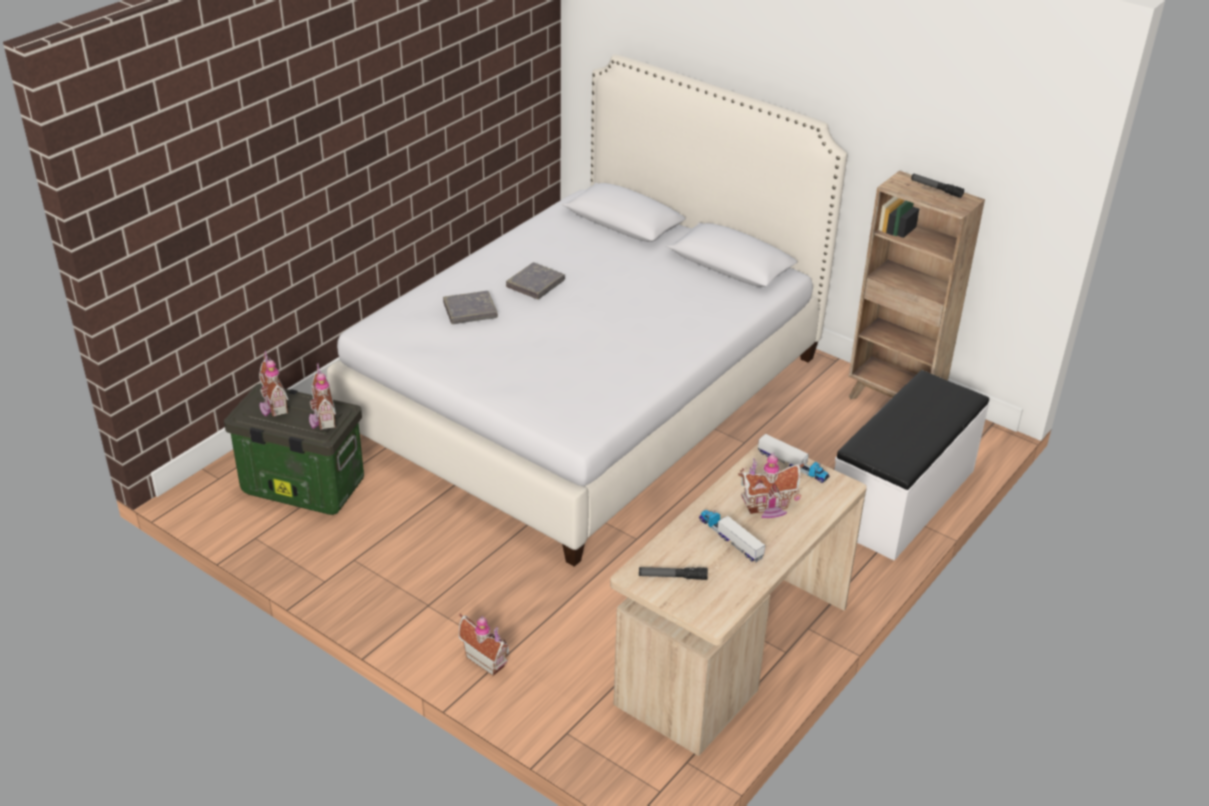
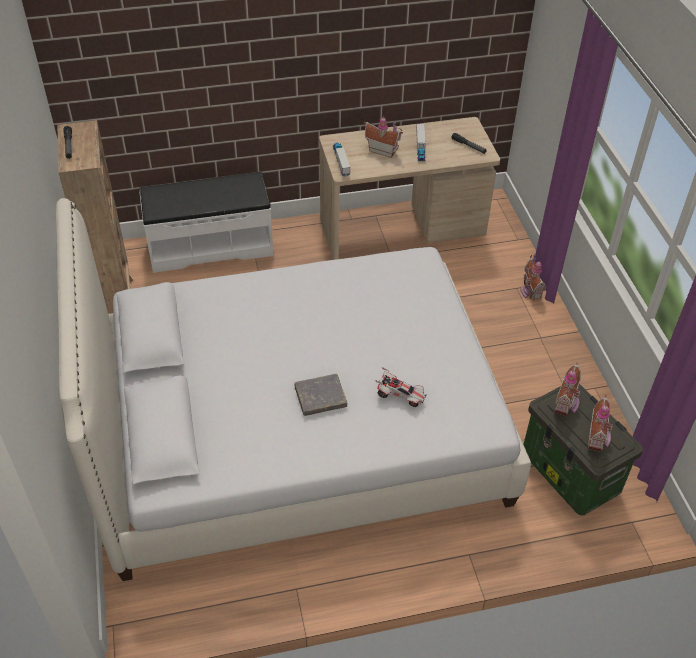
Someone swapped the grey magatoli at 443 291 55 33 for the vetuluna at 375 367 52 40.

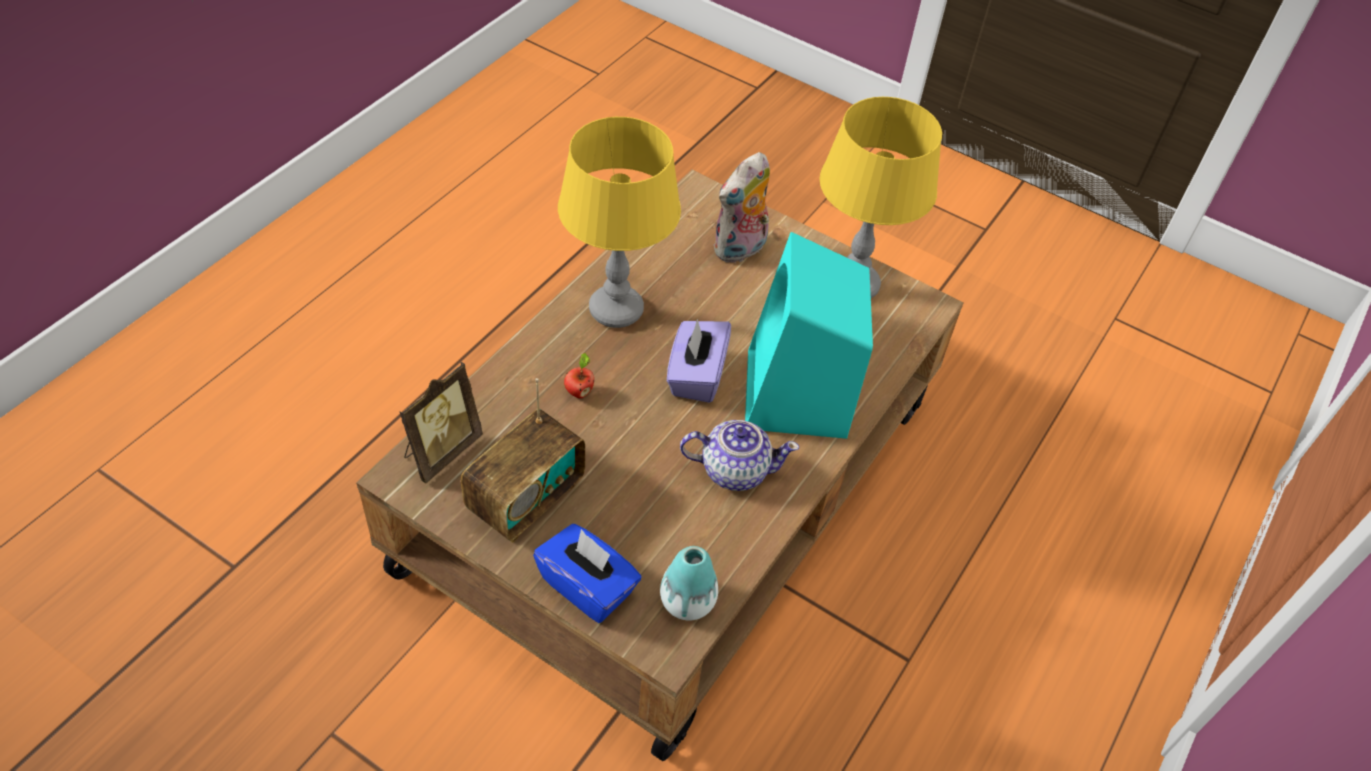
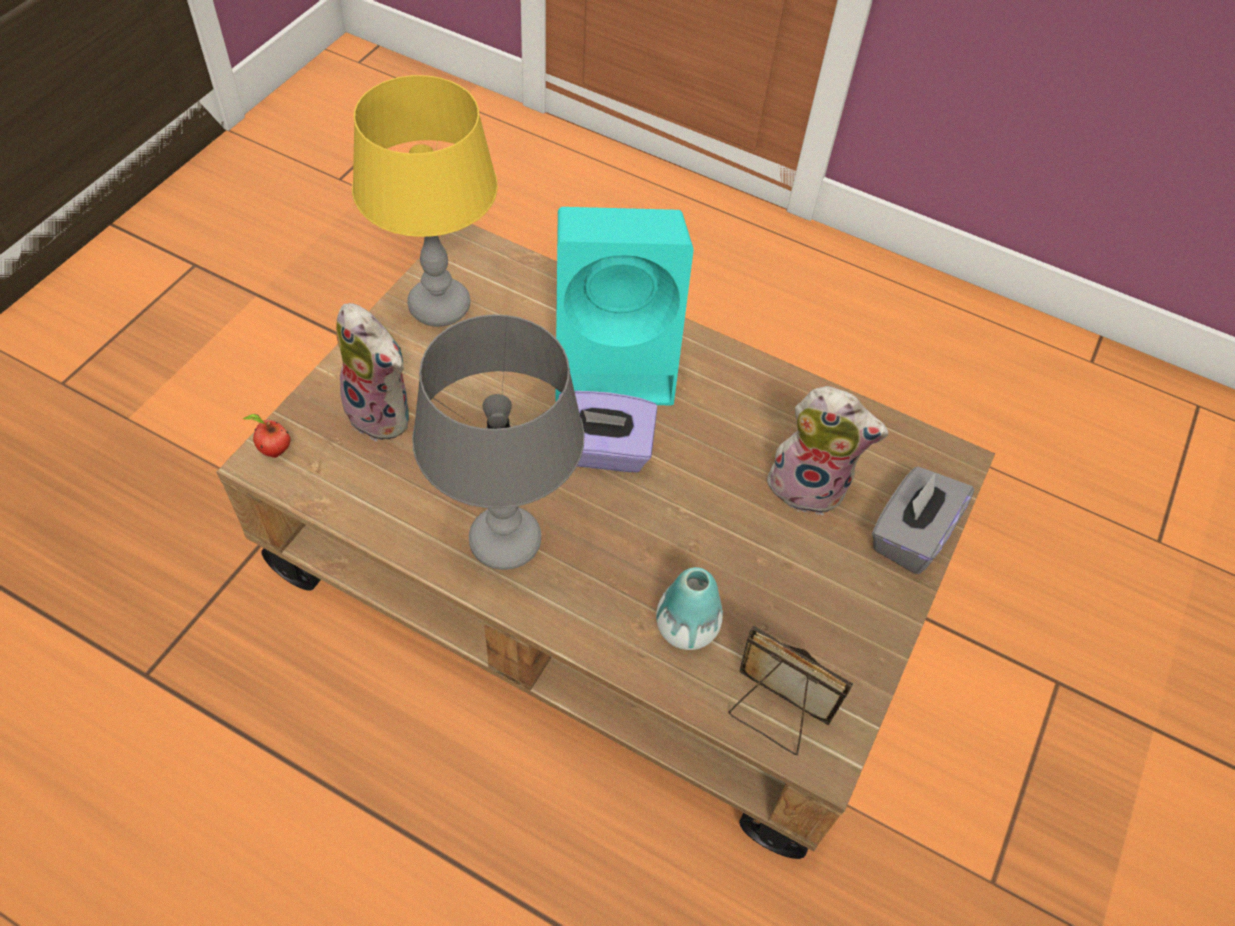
Someone carried the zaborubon from 564 353 30 45 to 242 414 48 44.
Someone repainted the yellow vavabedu at 558 117 123 211, which became the grey vavabedu at 412 314 172 256.
Someone carried the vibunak from 660 546 58 75 to 656 567 67 83.
Someone put down the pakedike at 767 386 122 129.
Someone repainted the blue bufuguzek at 533 524 108 99, which became the grey bufuguzek at 872 467 102 107.
Someone took away the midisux at 461 378 124 165.
Someone took away the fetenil at 680 420 119 71.

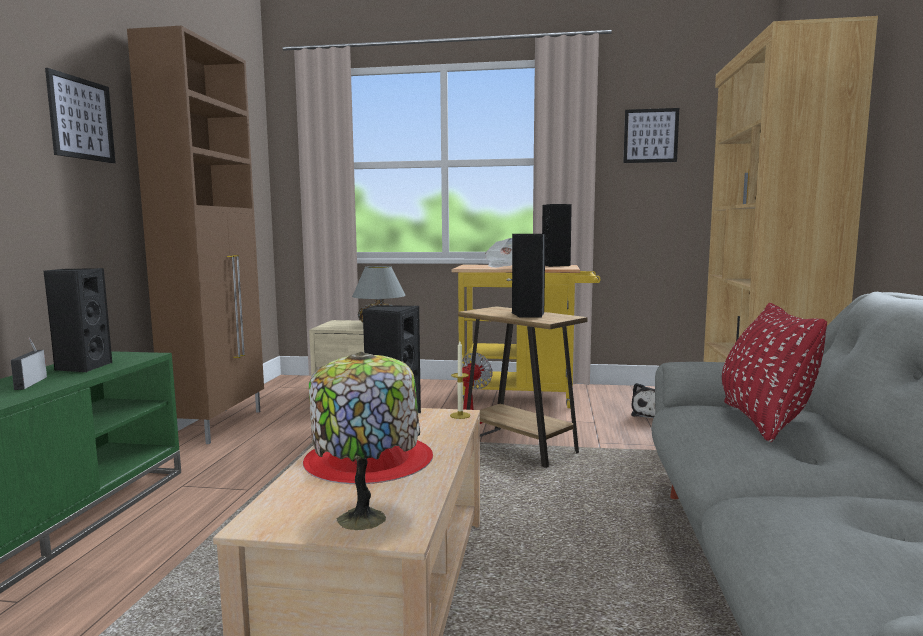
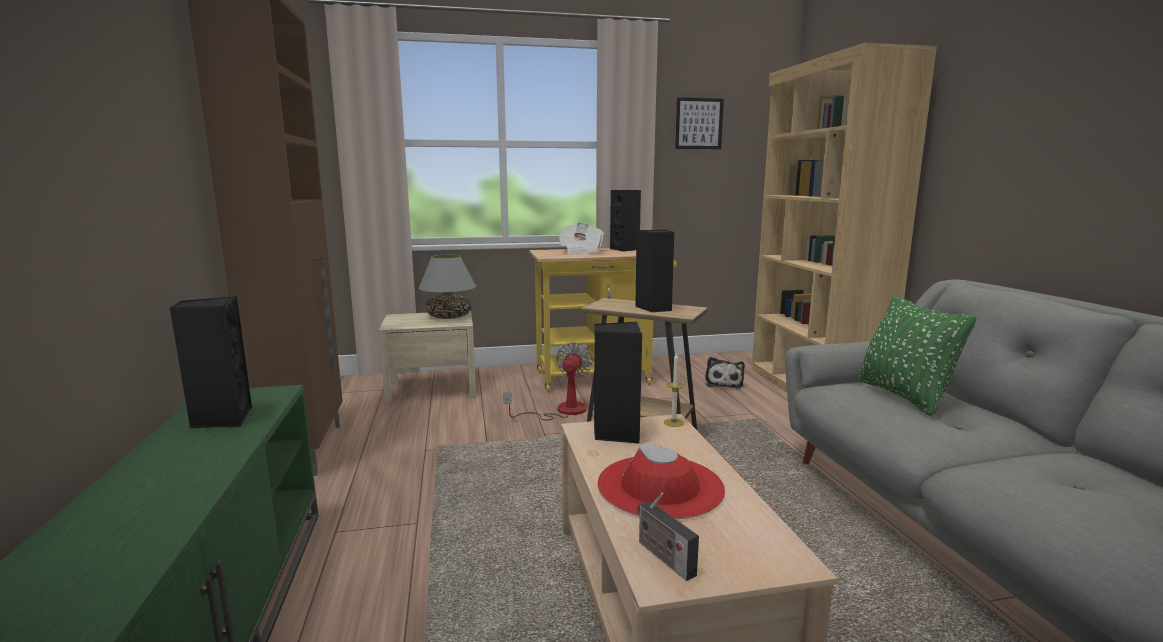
Someone carried the midisux from 11 338 36 52 to 638 493 61 88.
Someone repainted the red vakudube at 722 303 105 139, which became the green vakudube at 857 296 120 120.
Someone took away the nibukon at 45 68 71 95.
Someone took away the vavabedu at 309 352 111 178.

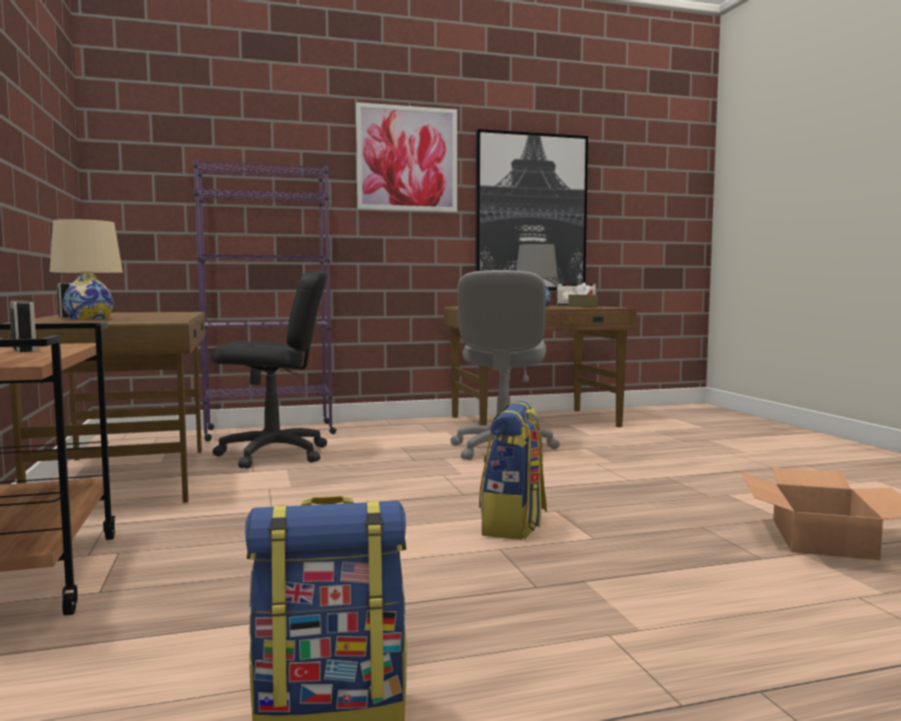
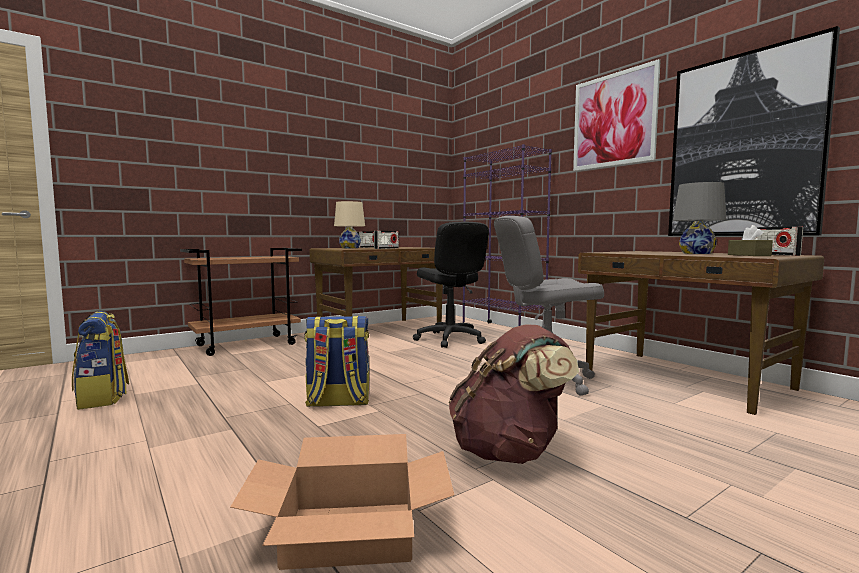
Someone carried the midisux from 9 301 28 51 to 374 231 25 18.
Someone put down the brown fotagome at 449 324 130 140.

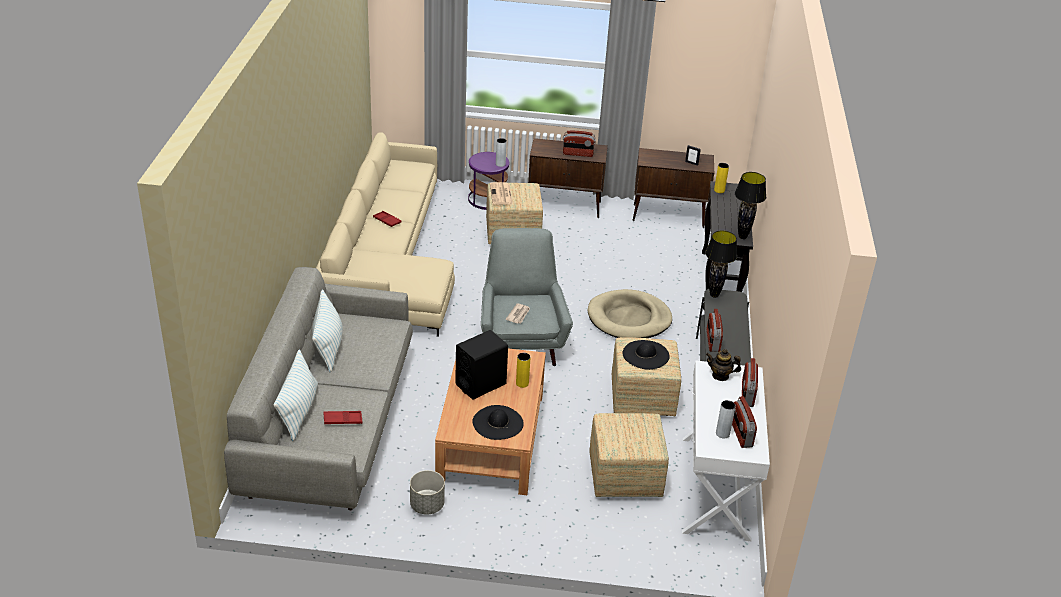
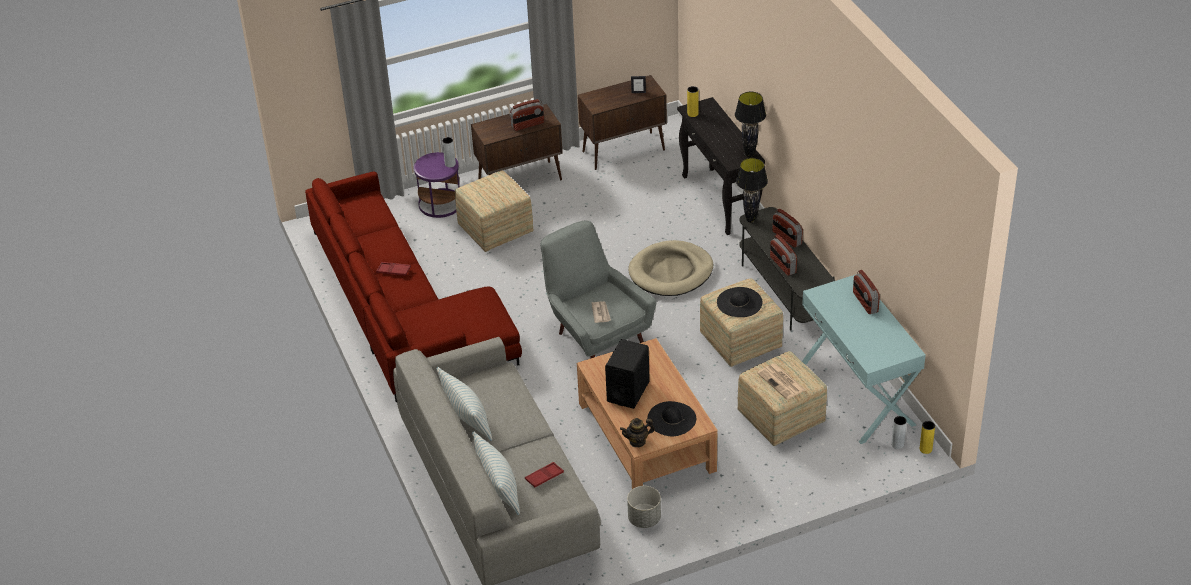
Someone repainted the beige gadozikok at 316 132 139 205, which became the red gadozikok at 305 171 217 231.
Someone carried the fetenil from 706 349 35 32 to 620 418 35 29.
Someone carried the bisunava from 490 182 23 23 to 757 363 48 37.
Someone carried the midisux from 732 396 25 52 to 772 209 31 39.
Someone repainted the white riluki at 682 361 88 180, which became the turquoise riluki at 802 275 124 169.
Someone carried the grey vibunak from 716 400 20 38 to 891 416 16 33.
Someone carried the yellow vibunak from 516 353 15 35 to 920 421 15 33.

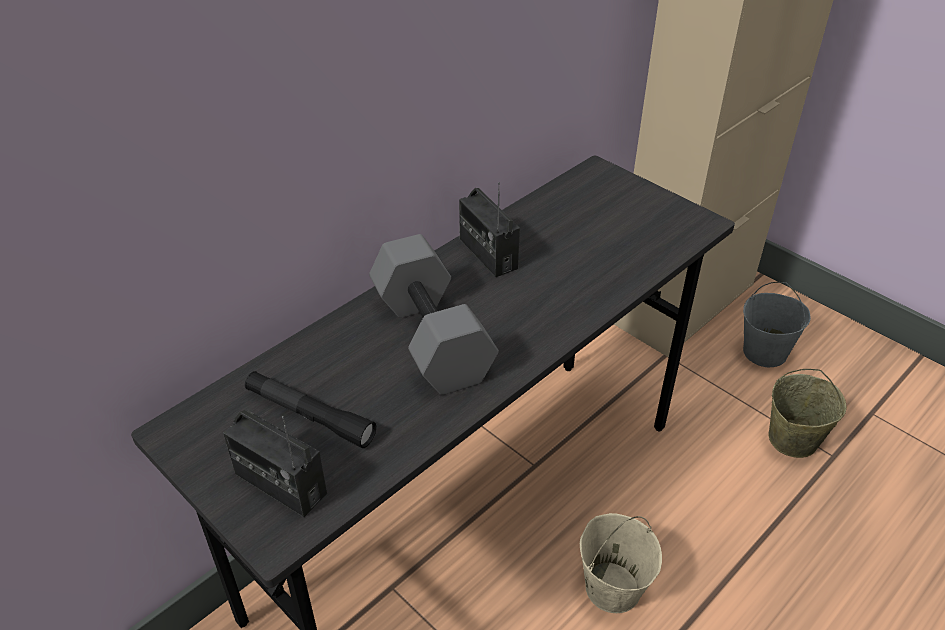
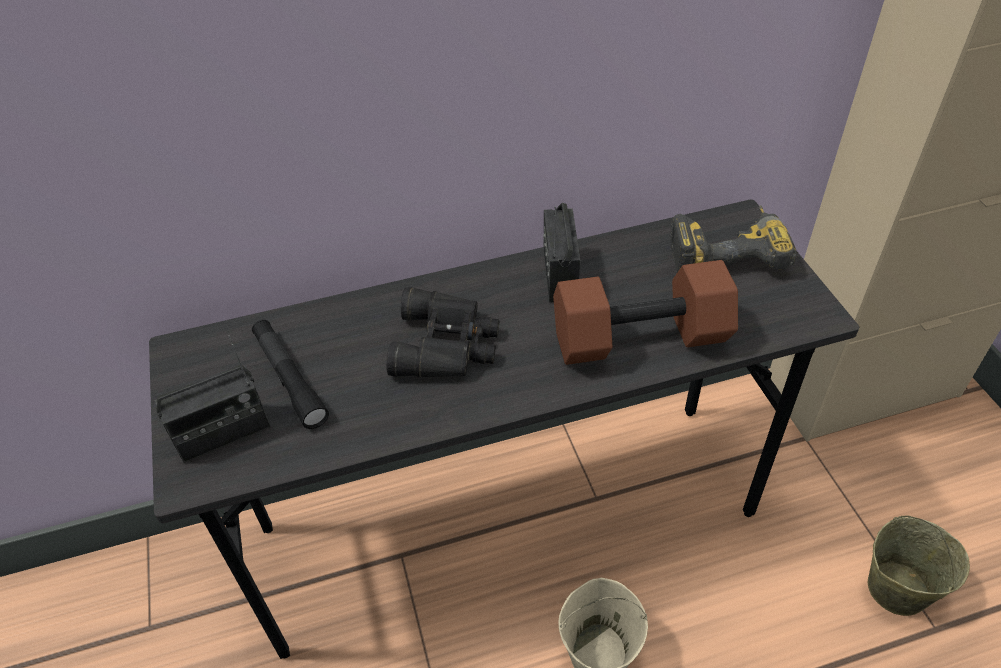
Someone rotated the midisux at 223 410 104 108 by 90 degrees counterclockwise.
Someone swapped the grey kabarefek at 369 234 130 161 for the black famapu at 386 287 113 91.
Someone put down the brown kabarefek at 553 260 185 105.
Someone put down the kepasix at 670 205 127 67.
Someone took away the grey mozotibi at 743 282 68 85.

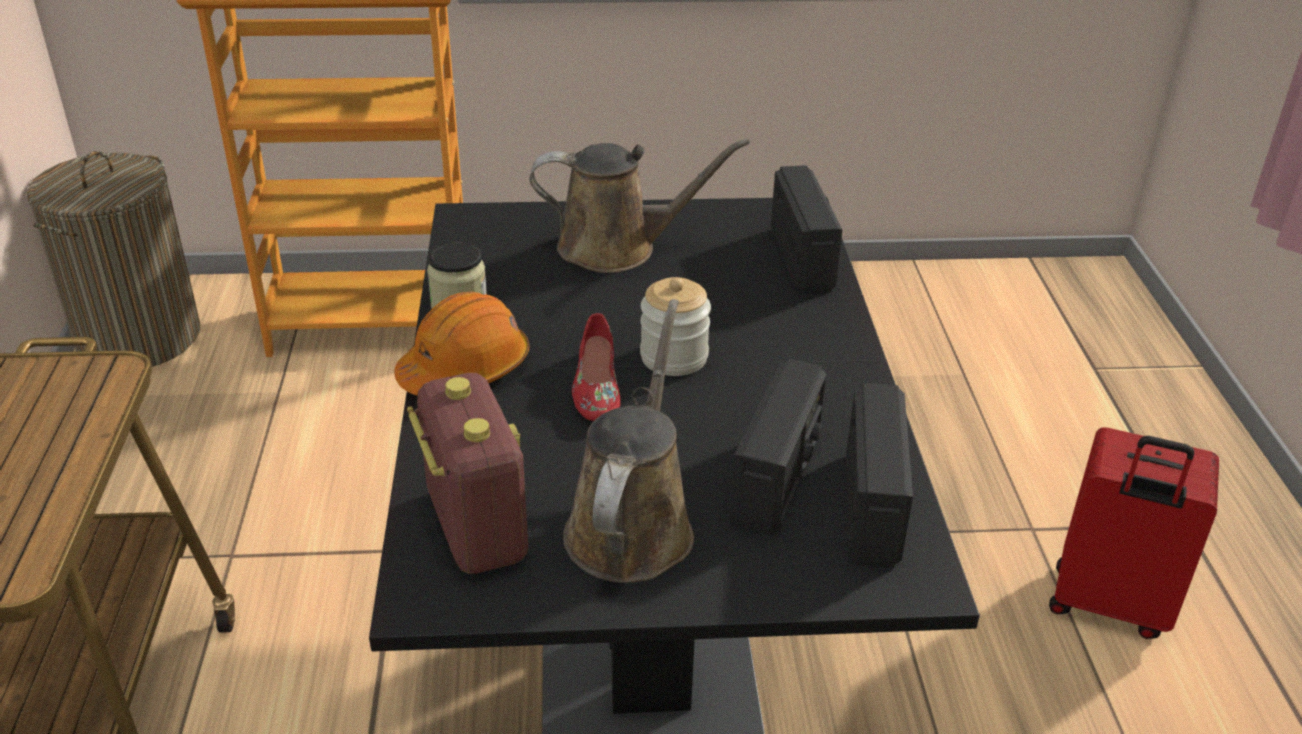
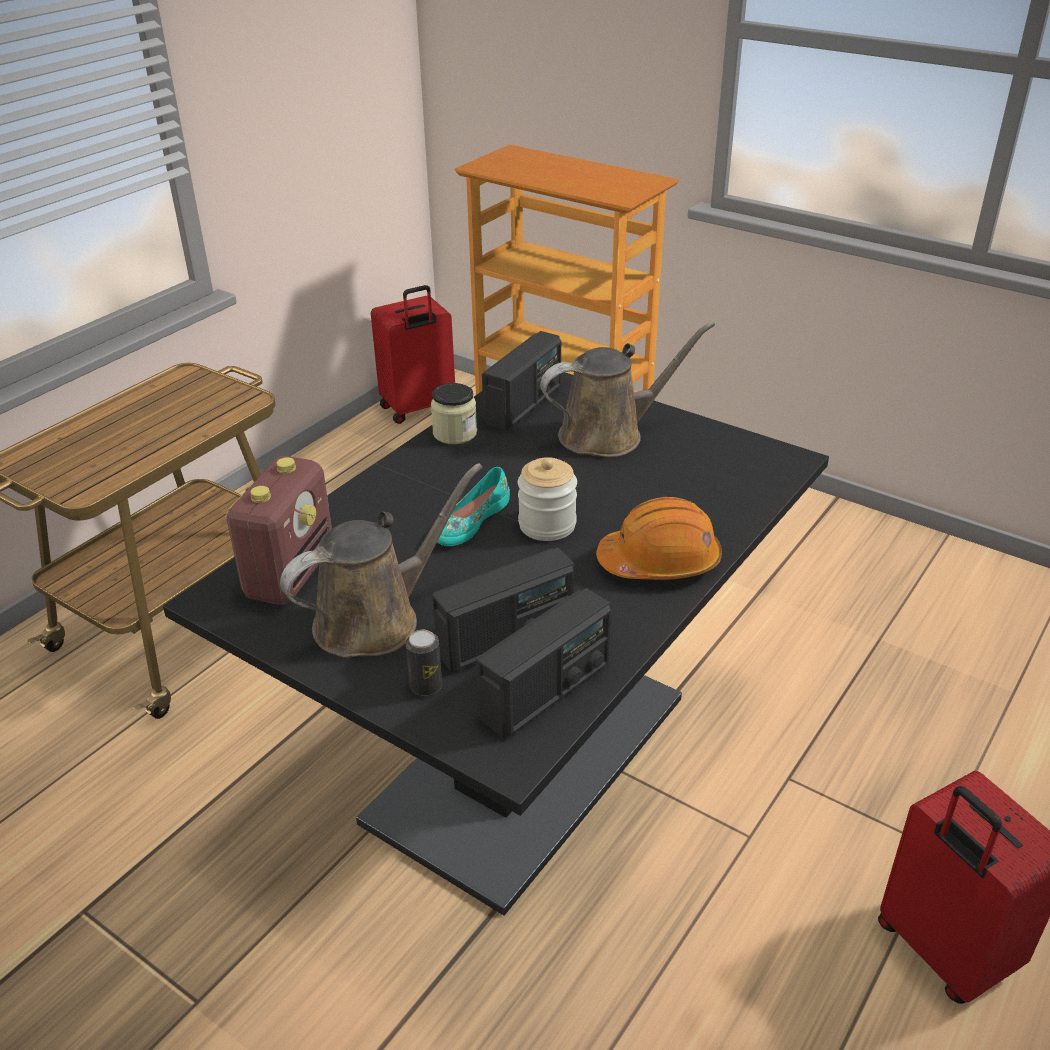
Someone swapped the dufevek at 27 151 173 216 for the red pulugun at 371 285 84 139.
Someone put down the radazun at 406 630 36 66.
Someone repainted the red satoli at 572 313 49 108, which became the turquoise satoli at 437 467 73 79.
Someone carried the midisux from 771 165 71 129 to 482 331 79 100.
Someone rotated the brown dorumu at 529 139 221 134 by 60 degrees counterclockwise.
Someone carried the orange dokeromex from 394 291 135 105 to 596 497 126 83.

